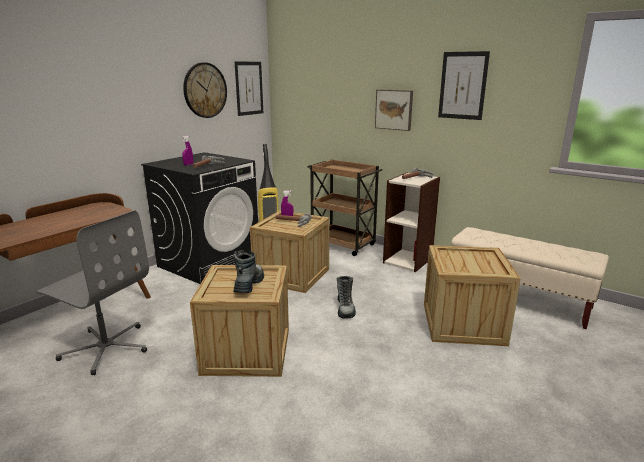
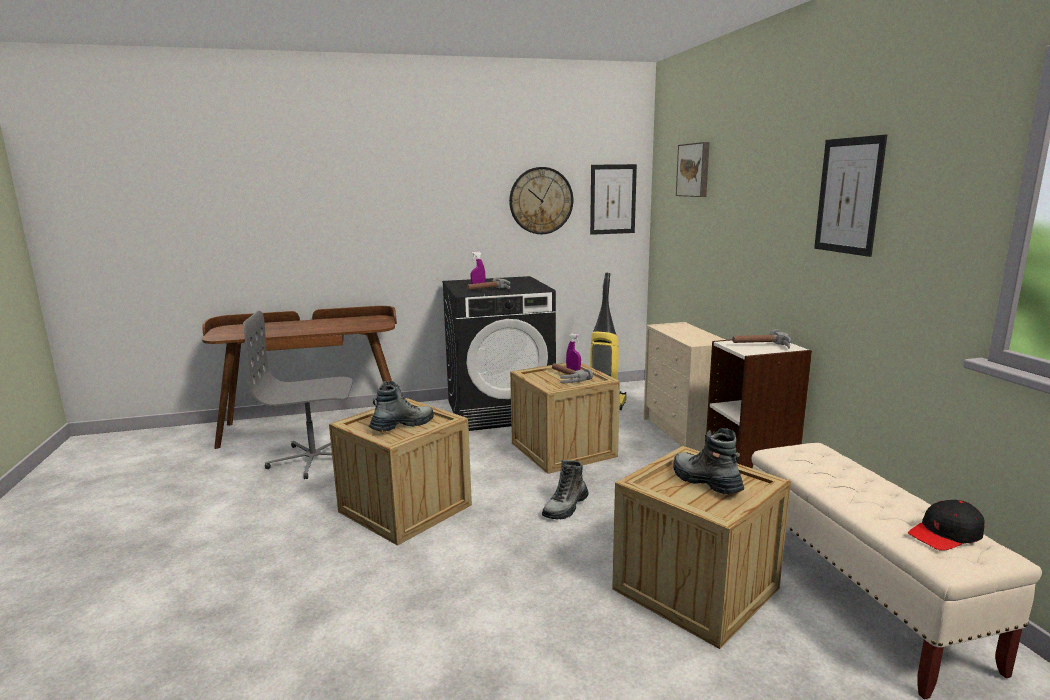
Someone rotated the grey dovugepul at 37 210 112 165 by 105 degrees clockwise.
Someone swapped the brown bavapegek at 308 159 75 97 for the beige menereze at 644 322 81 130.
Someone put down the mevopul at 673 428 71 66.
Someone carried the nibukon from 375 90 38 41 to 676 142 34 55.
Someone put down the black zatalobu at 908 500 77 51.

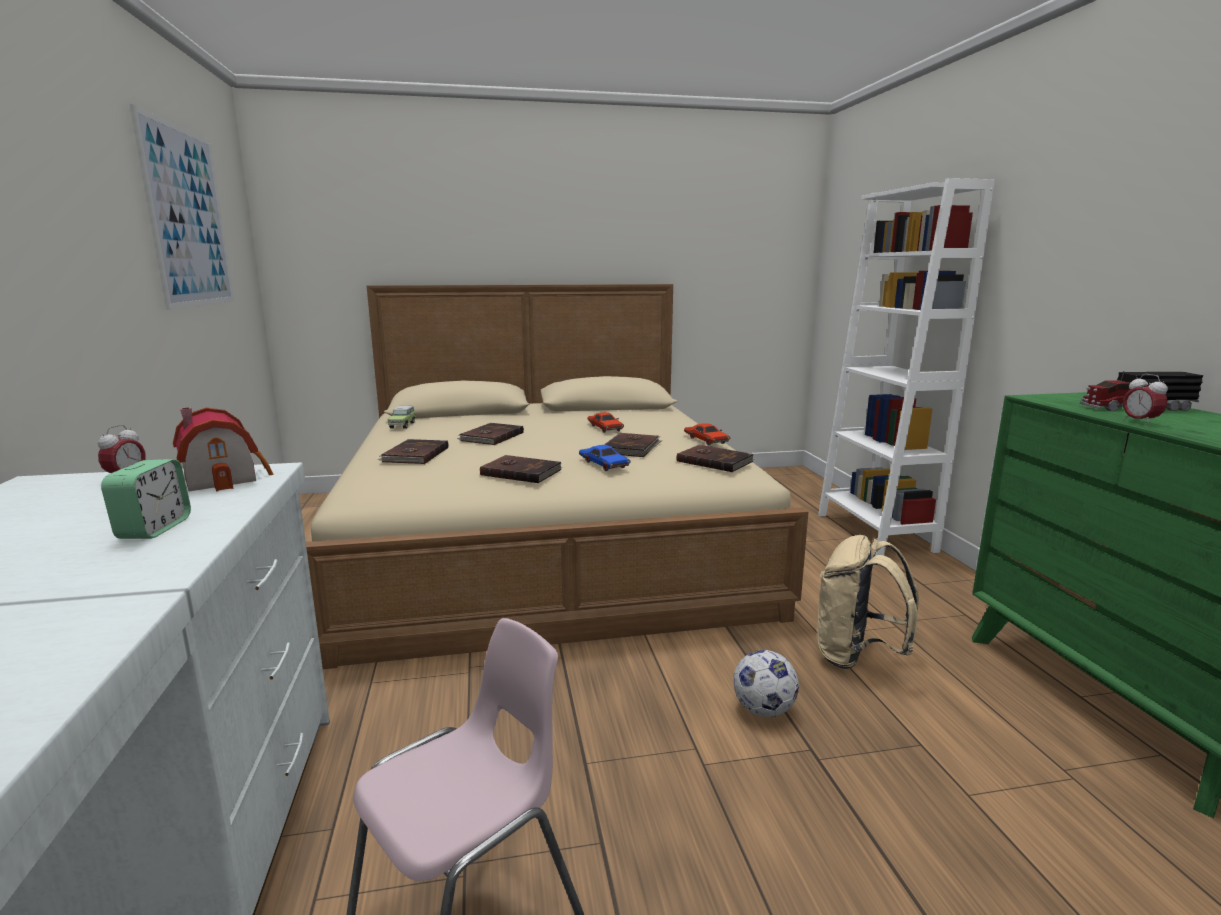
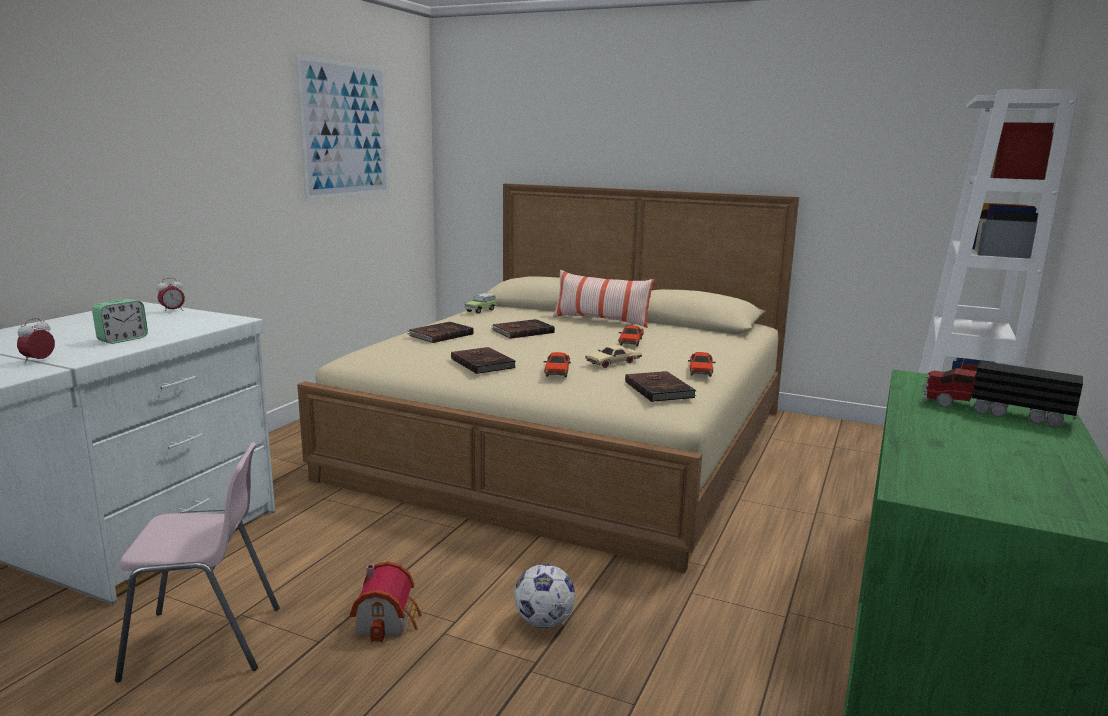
Someone carried the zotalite from 1123 374 45 51 to 17 318 38 45.
Someone carried the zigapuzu from 173 407 100 85 to 350 561 72 82.
Someone repainted the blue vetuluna at 579 445 51 26, which became the red vetuluna at 543 352 28 25.
Someone put down the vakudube at 553 270 101 58.
Someone swapped the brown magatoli at 604 433 58 24 for the beige vetuluna at 585 345 57 23.
Someone took away the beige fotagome at 818 535 101 134.

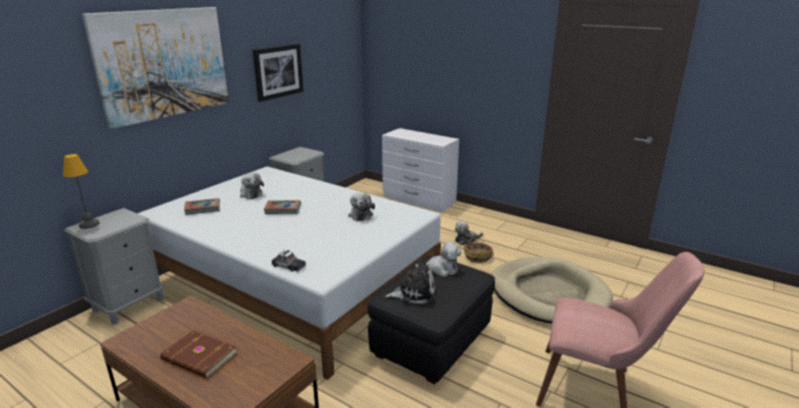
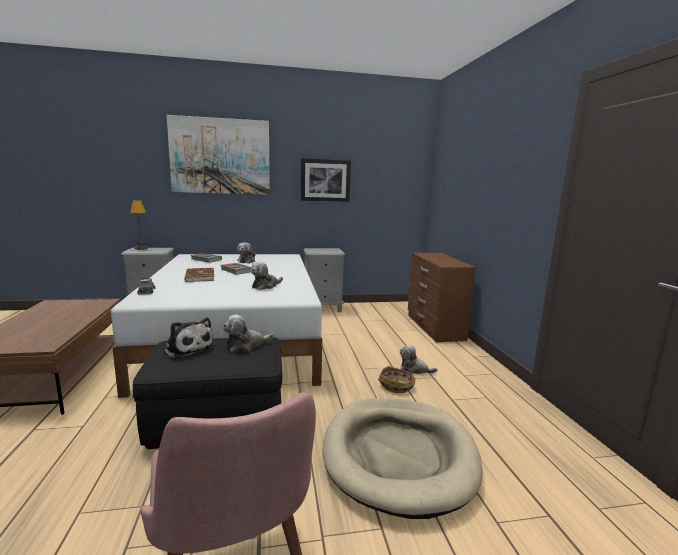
Someone carried the brown magatoli from 160 330 77 49 to 184 268 30 14.
Someone rotated the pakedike at 415 241 47 36 by 105 degrees clockwise.
Someone repainted the white menereze at 382 128 77 85, which became the brown menereze at 408 253 68 89.

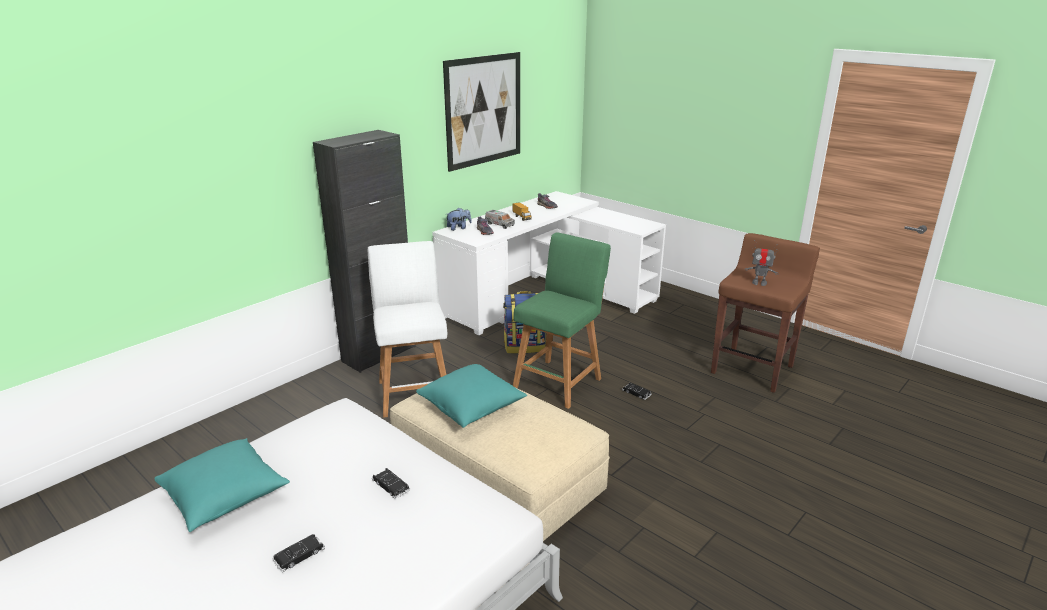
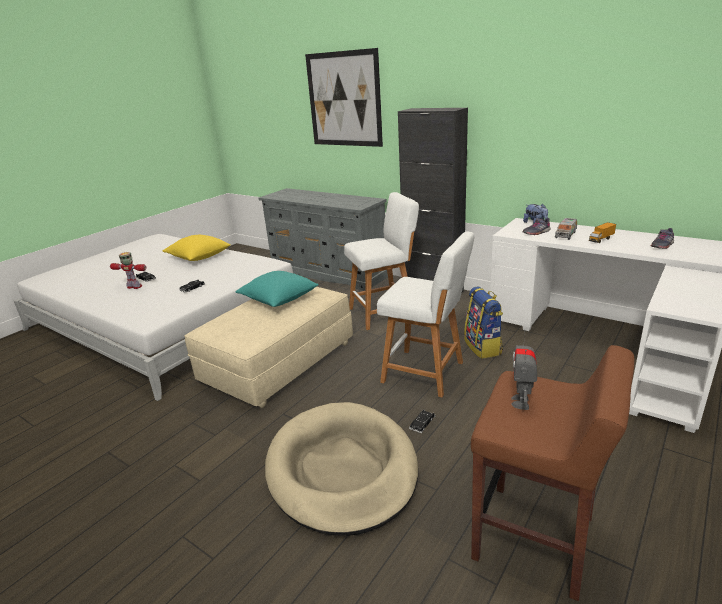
Someone put down the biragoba at 110 252 37 37.
Someone repainted the turquoise vakudube at 154 438 136 94, which became the yellow vakudube at 163 235 68 26.
Someone put down the grey menereze at 258 188 130 103.
Someone put down the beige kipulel at 265 402 153 134.
Someone carried the nibukon from 443 52 77 120 to 305 48 78 99.
Someone repainted the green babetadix at 513 232 98 177, which became the white babetadix at 377 232 97 165.

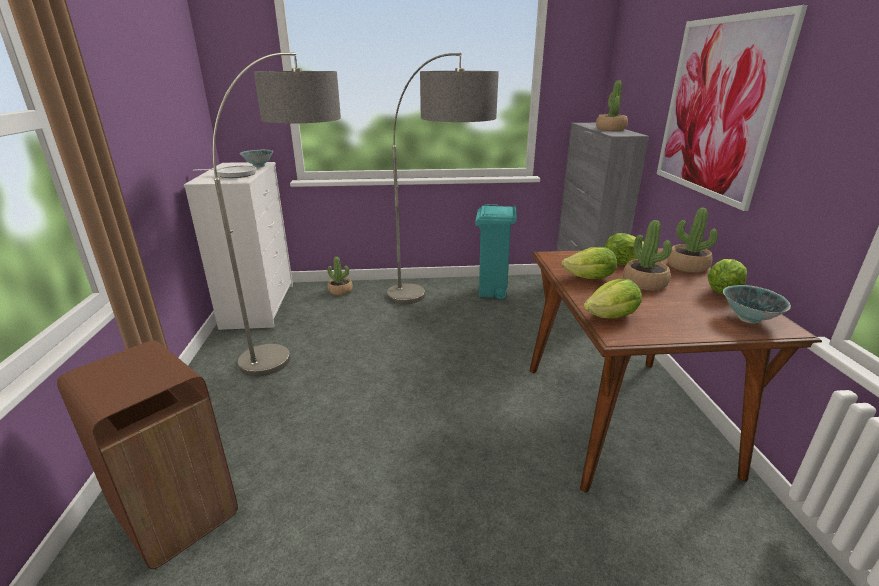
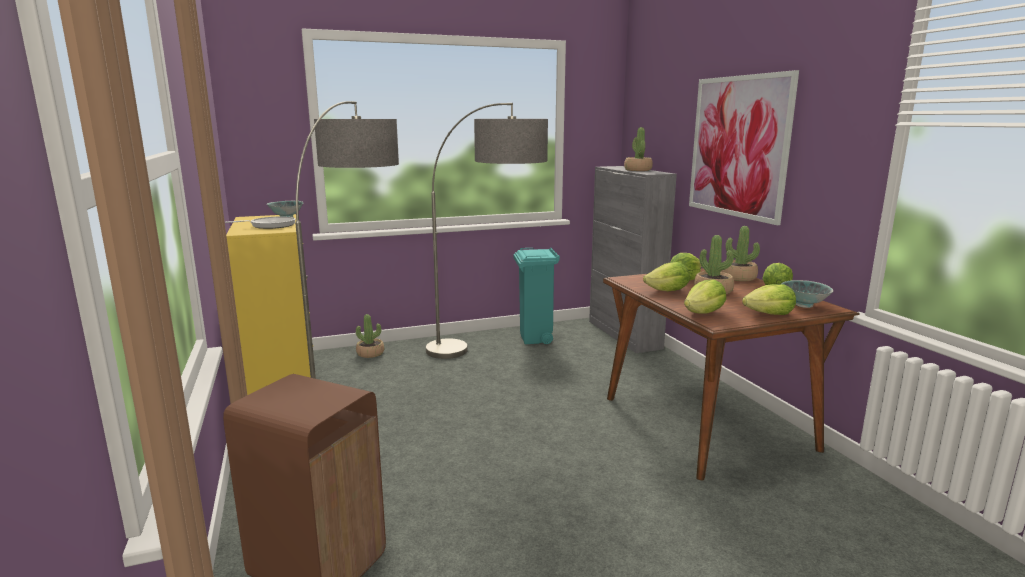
Someone repainted the white menereze at 184 162 109 168, which became the yellow menereze at 226 214 85 181.
Someone put down the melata at 742 284 54 31.

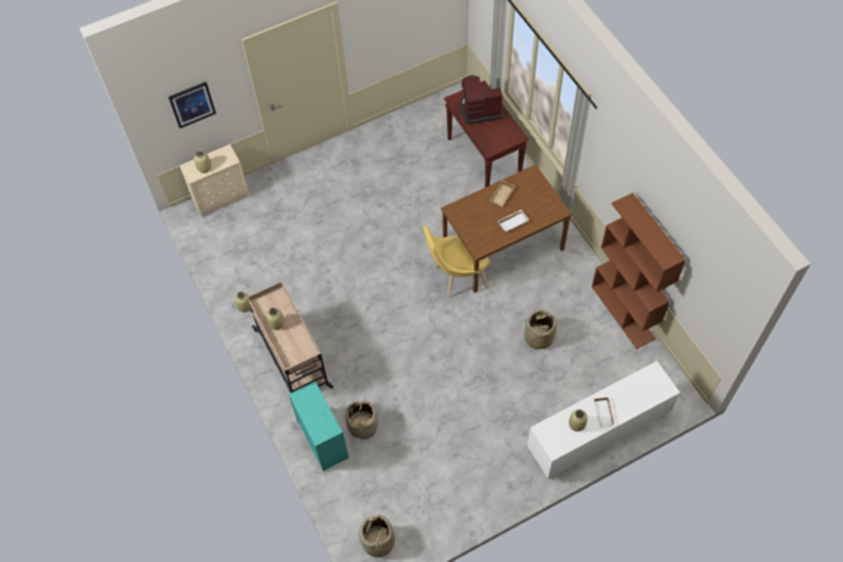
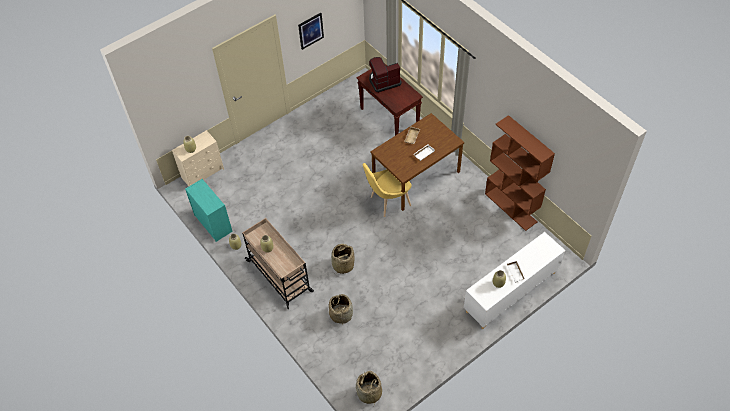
Someone carried the turquoise menereze from 289 381 60 90 to 185 179 48 63.
Someone carried the nibukon from 168 82 48 46 to 298 13 26 37.
Someone carried the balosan from 523 310 34 40 to 331 244 23 30.

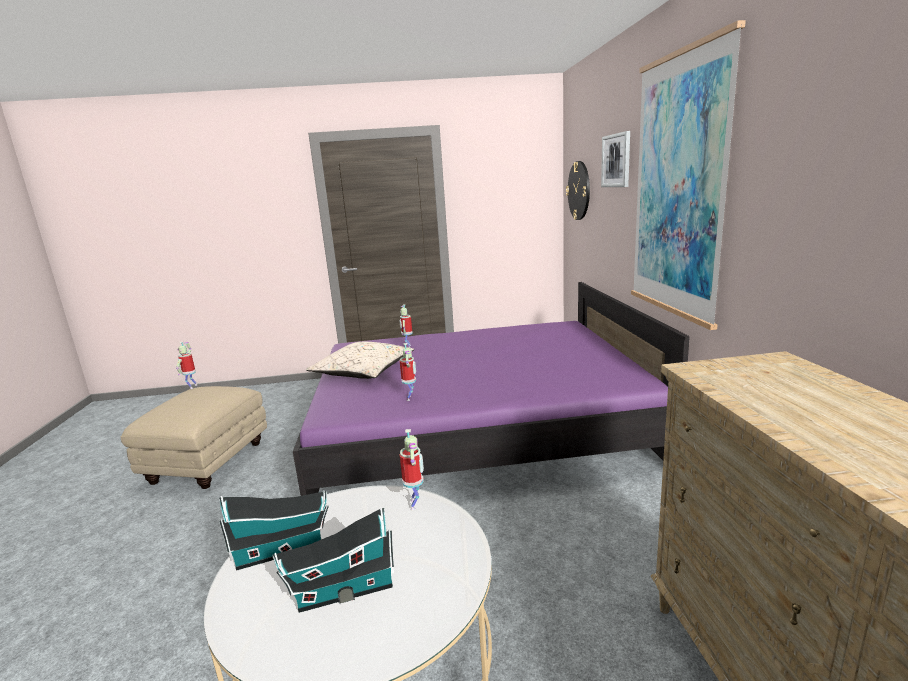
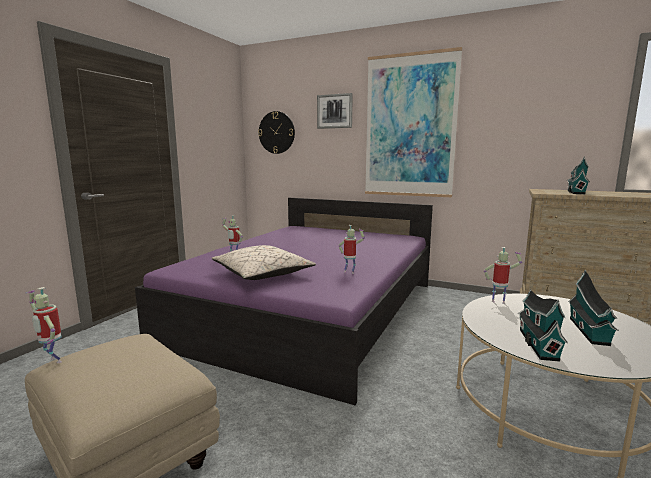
Someone put down the zigapuzu at 567 156 23 38.

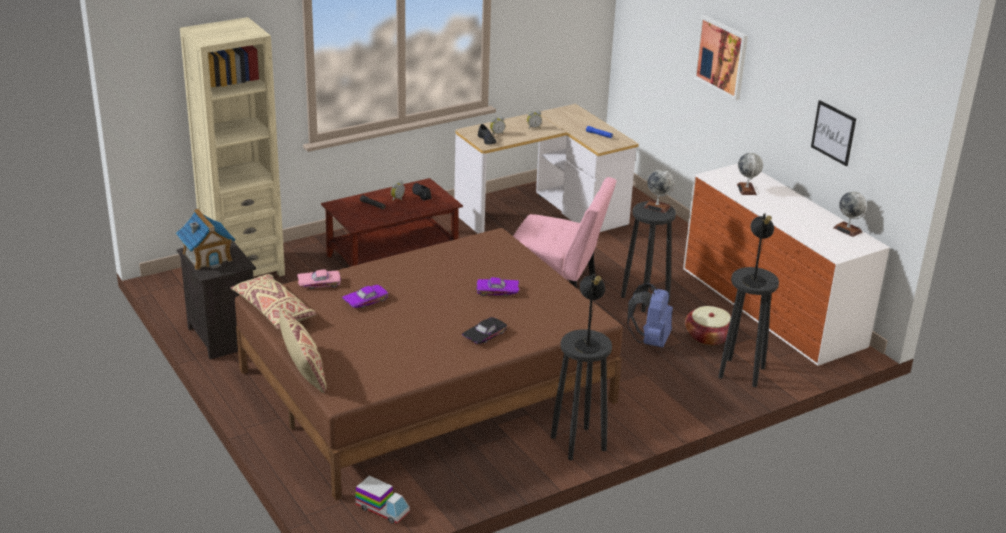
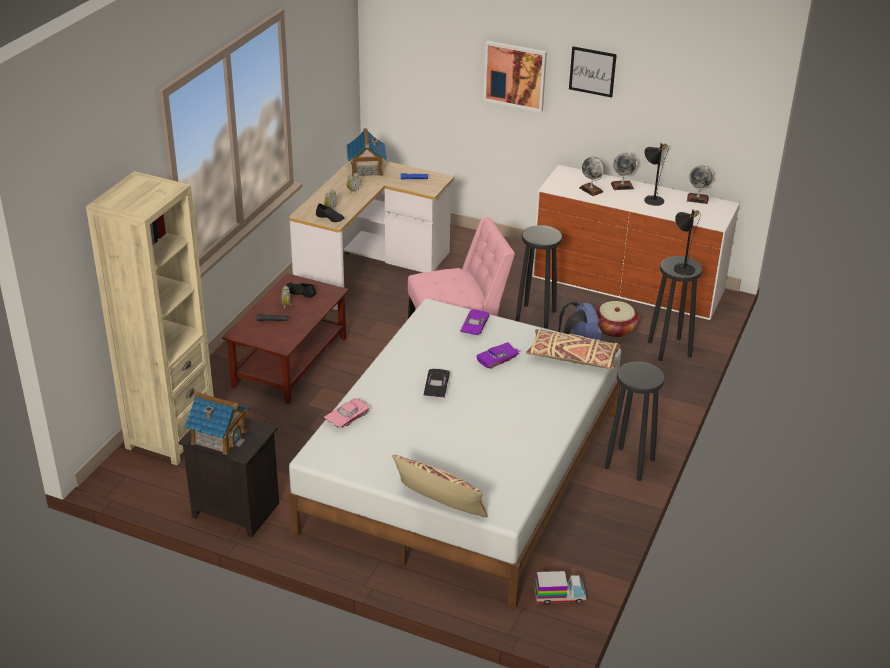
Someone repainted the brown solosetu at 235 228 388 272, which became the white solosetu at 288 298 333 311.
Someone put down the zigapuzu at 347 128 40 48.
Someone carried the black vetuluna from 462 317 45 27 to 424 369 26 28.
Someone carried the purple vetuluna from 342 285 46 23 to 460 310 29 25.
Someone carried the beige vakudube from 231 274 85 55 to 526 329 95 40.
Someone carried the nibukon from 811 100 45 66 to 569 46 48 52.
Someone carried the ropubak from 644 170 30 43 to 611 152 27 38.
Someone carried the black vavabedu from 575 274 30 80 to 644 143 25 63.

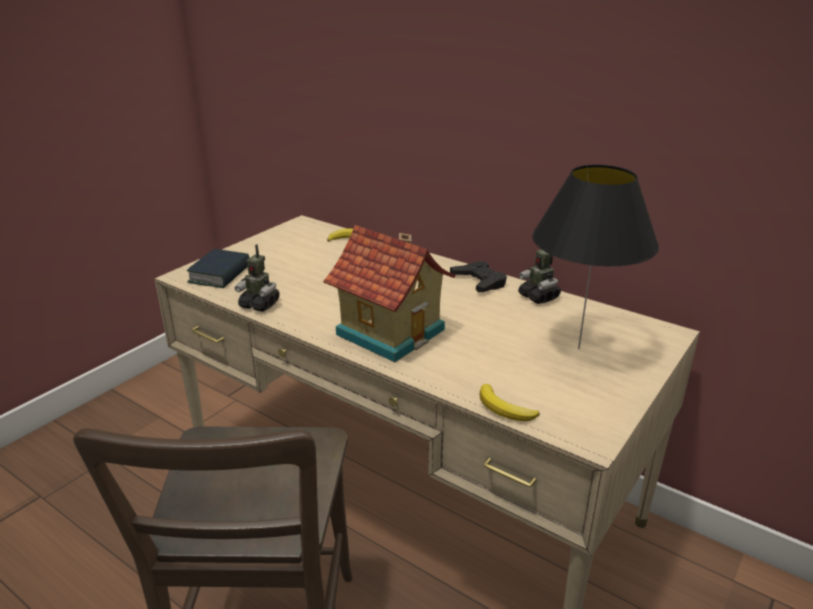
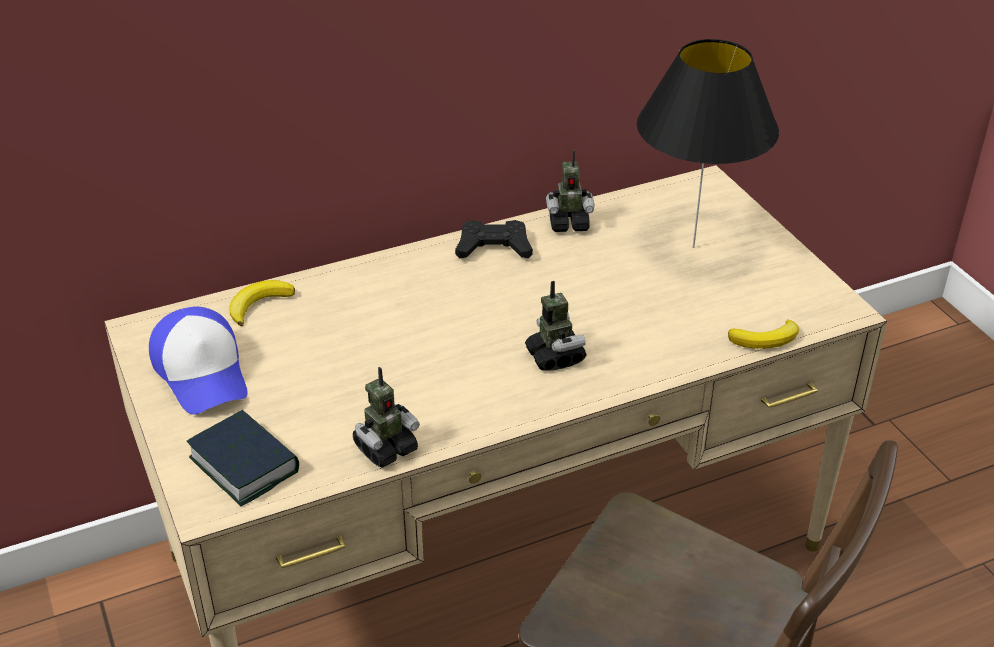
Someone put down the zatalobu at 149 307 99 107.
Someone swapped the zigapuzu at 323 225 133 137 for the biragoba at 525 281 62 90.

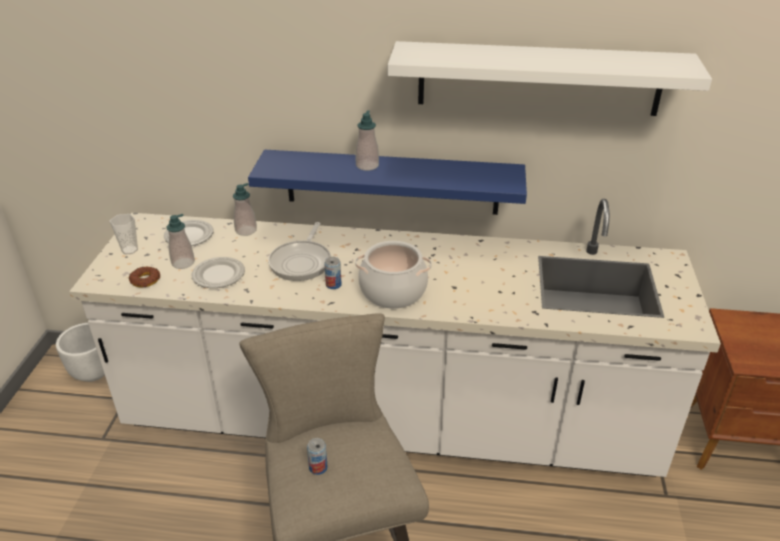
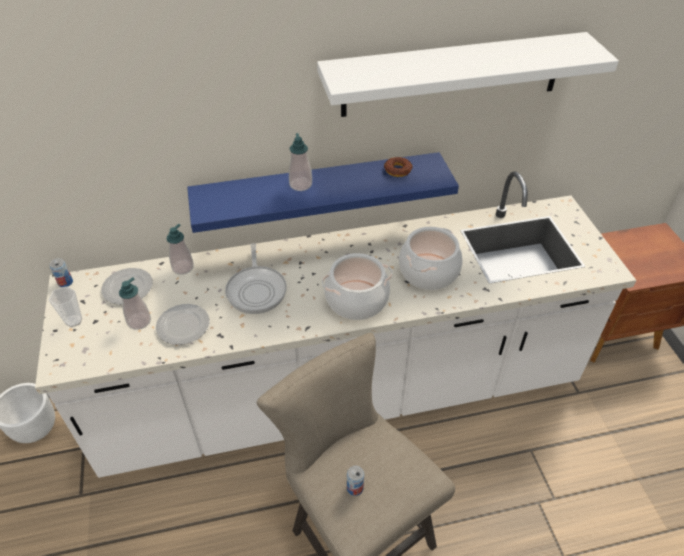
Someone carried the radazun from 324 257 18 32 to 50 258 23 29.
Someone carried the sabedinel from 129 266 32 21 to 384 157 28 20.
Someone put down the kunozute at 399 227 63 63.

